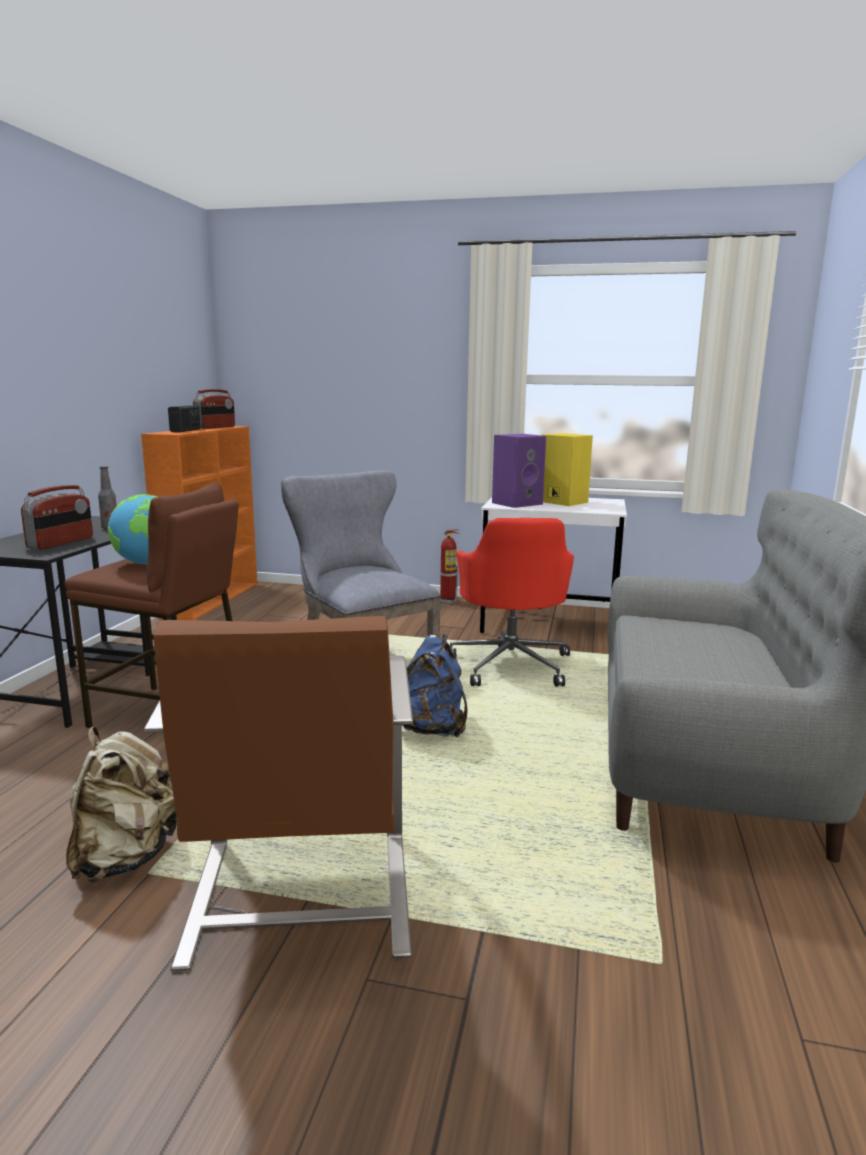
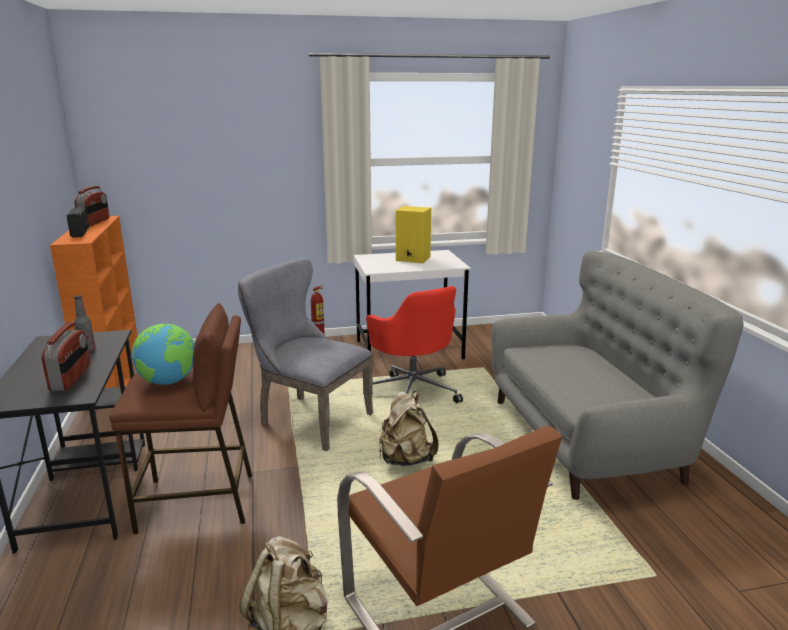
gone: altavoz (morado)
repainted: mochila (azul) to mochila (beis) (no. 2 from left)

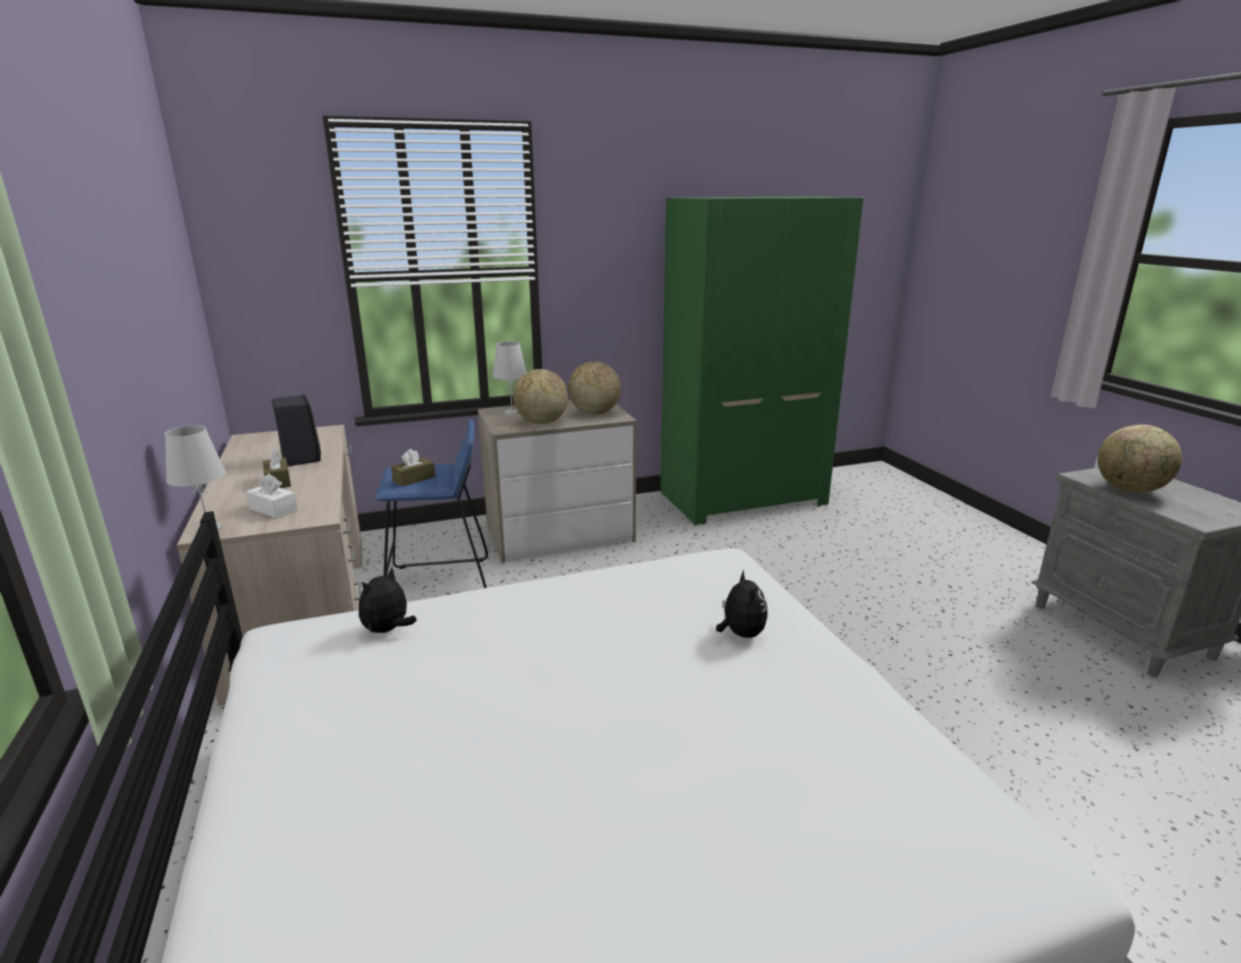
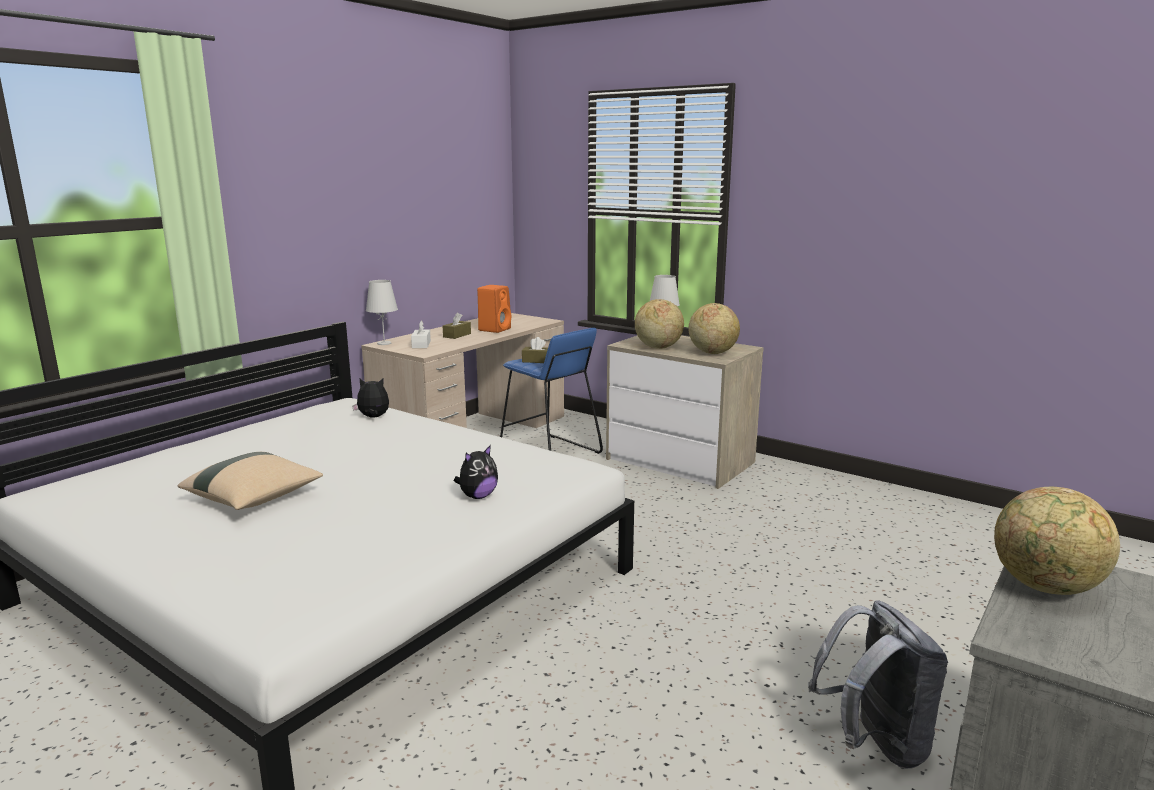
gone: armario ropero (verde)
new: cojín (beis); mochila (gris)
repainted: altavoz (negro) to altavoz (naranja)

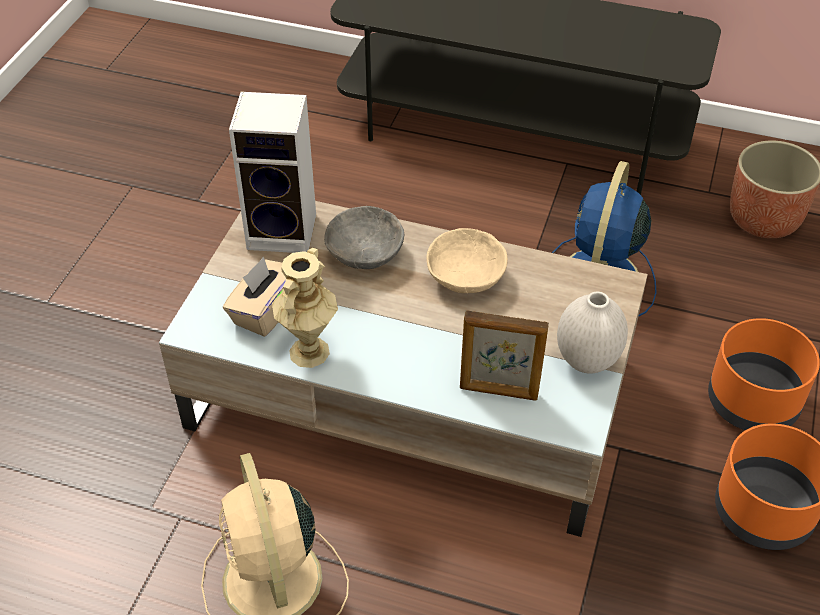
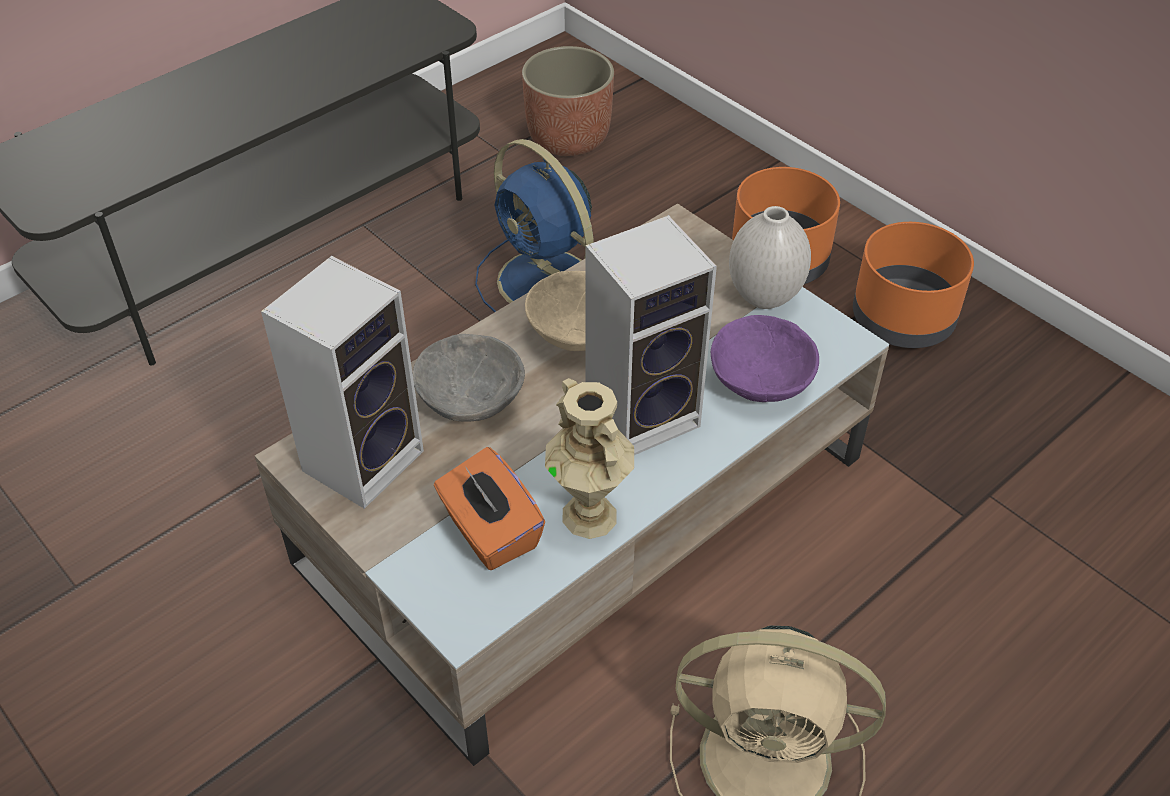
new: altavoz (no. 2 from left)
swapped: portarretratos to cuenco (morado)
repainted: caja de pañuelos (beis) to caja de pañuelos (naranja)

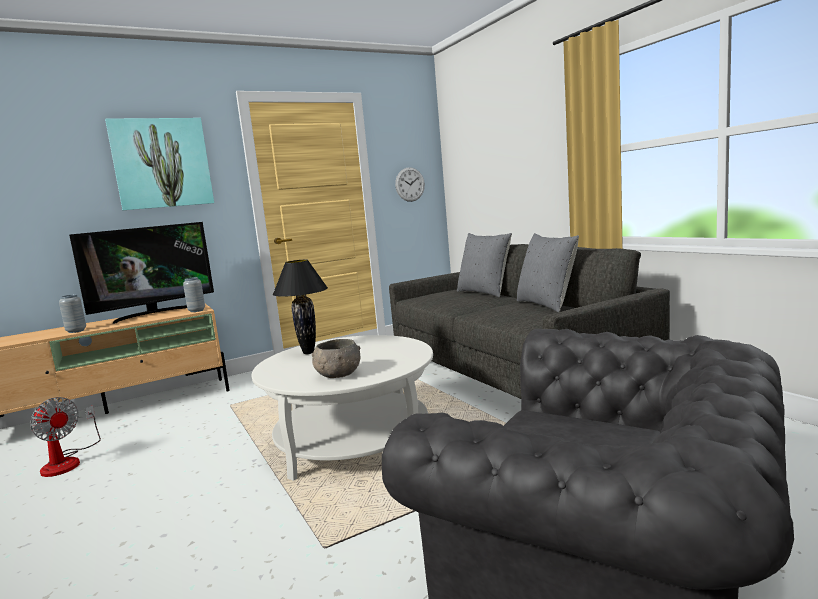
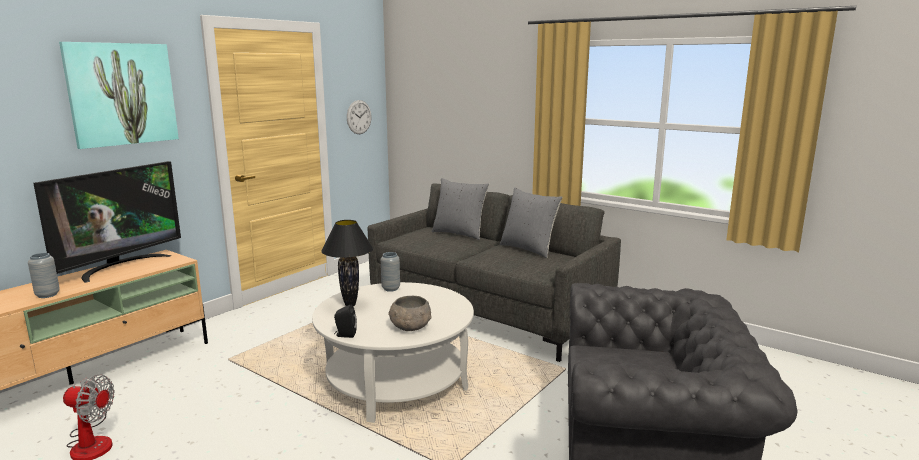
new: altavoz (negro)
shifted: florero (gris) (no. 2 from left)

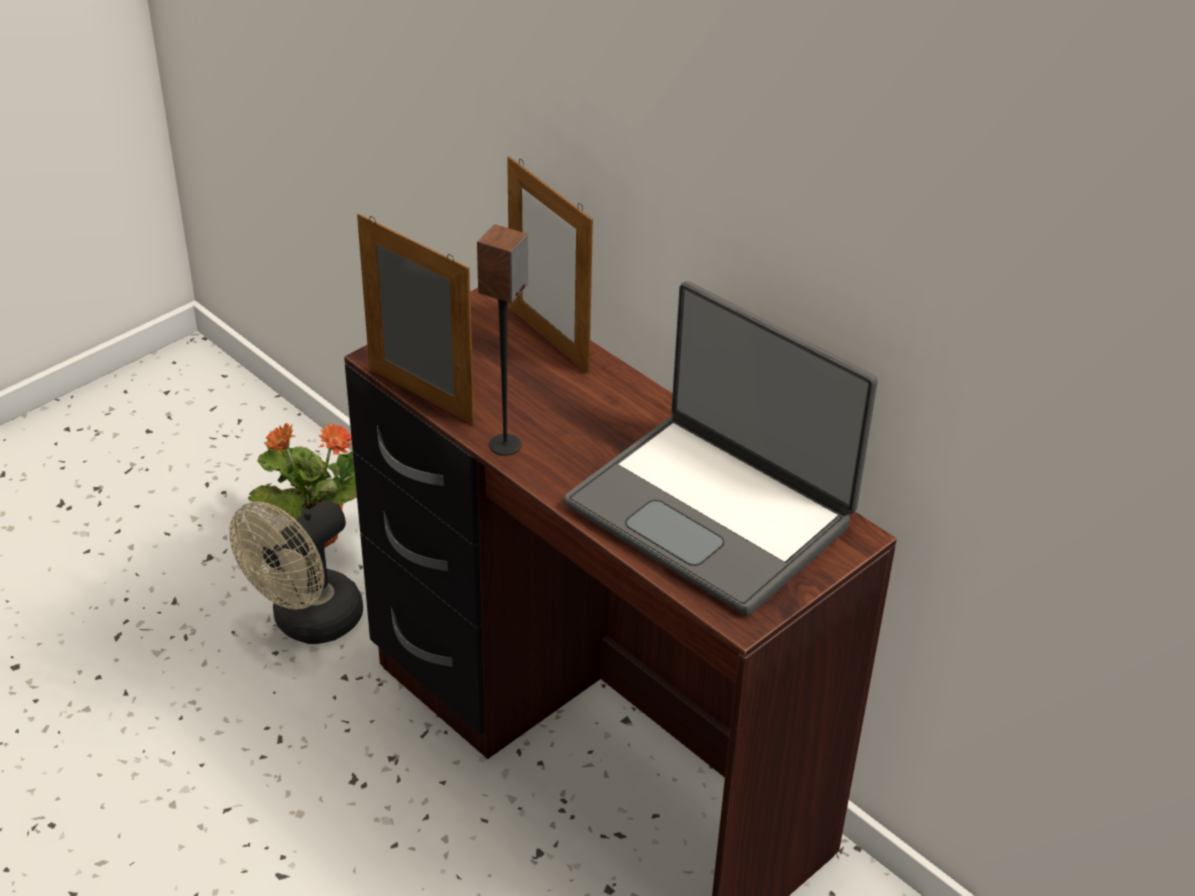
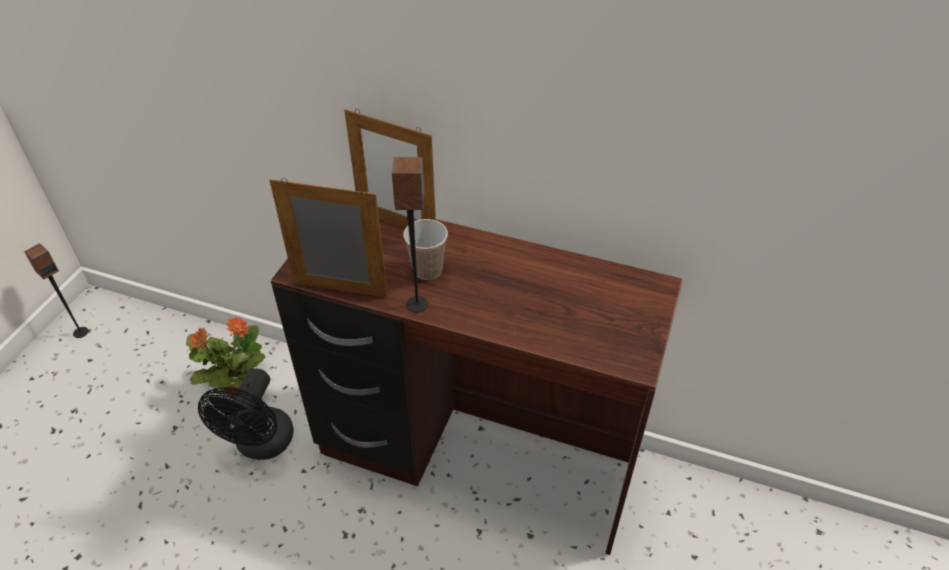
gone: portátil
new: altavoz (no. 1 from left); taza
repainted: ventilador (beis) to ventilador (negro)

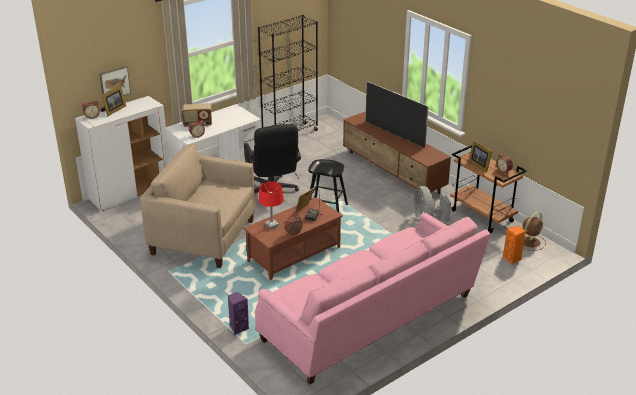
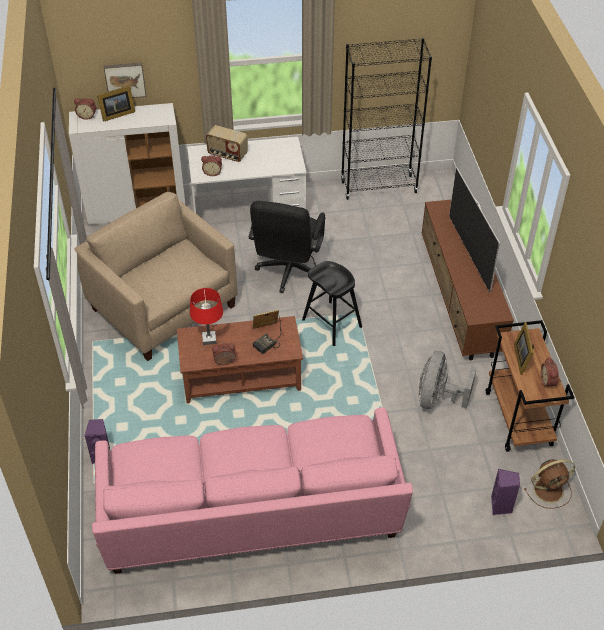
repainted: altavoz (naranja) to altavoz (morado) (no. 2 from left)

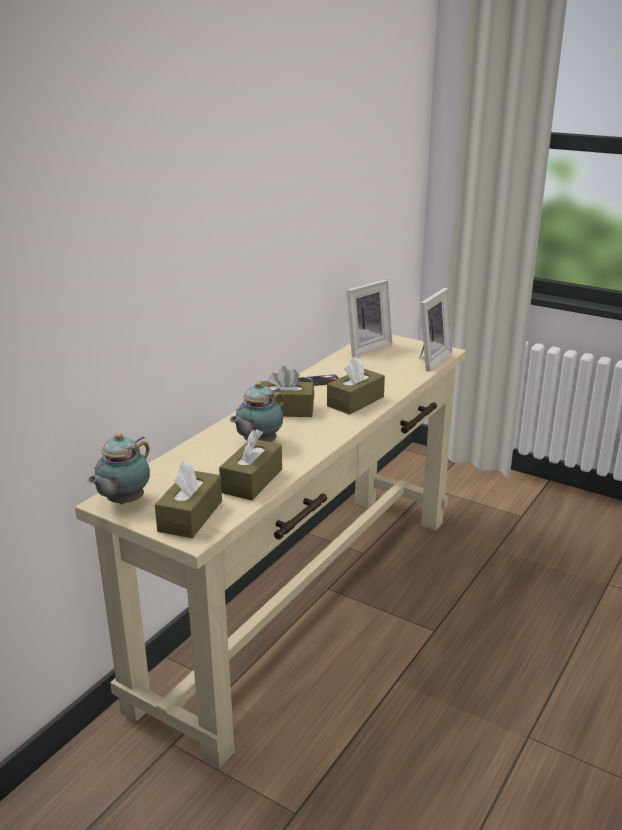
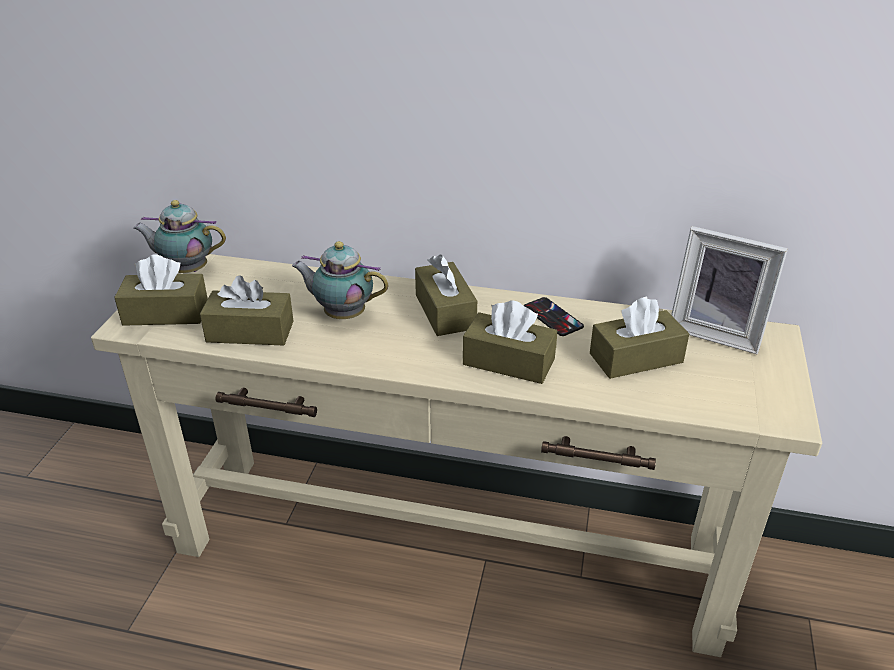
gone: portarretratos (no. 2 from left)
new: caja de pañuelos (marrón) (no. 5 from left)

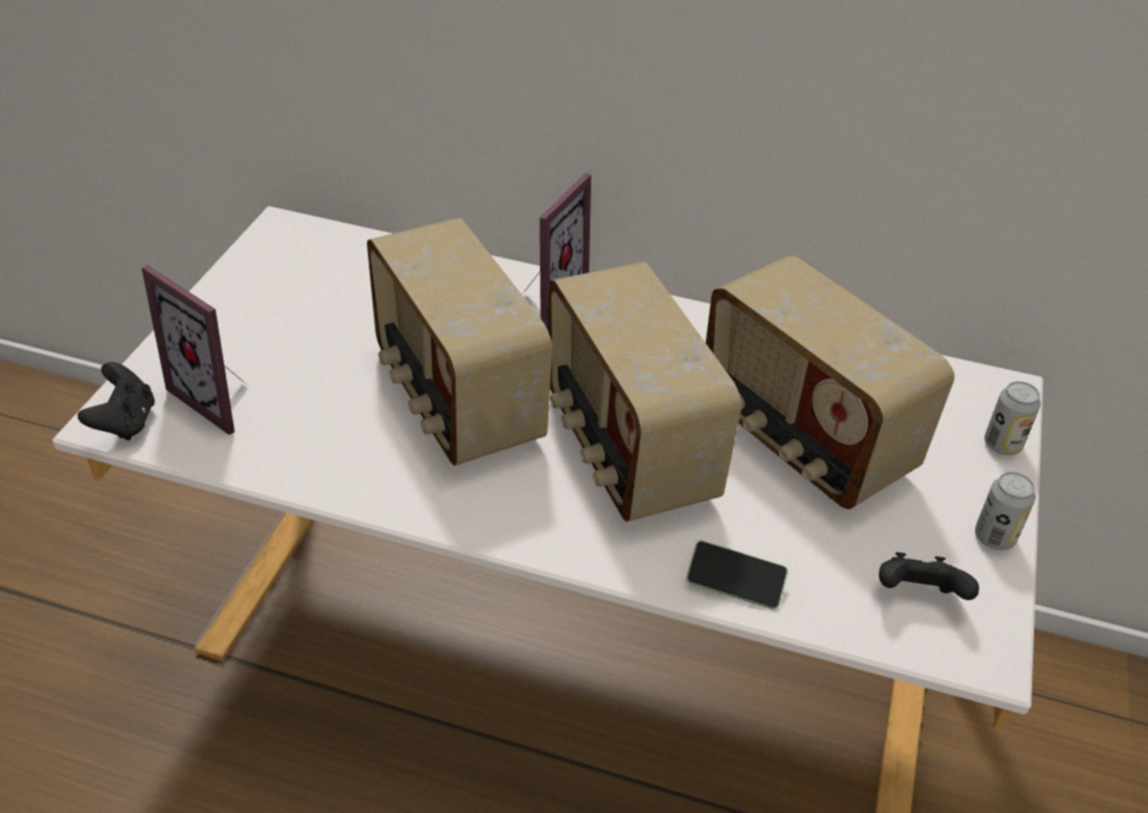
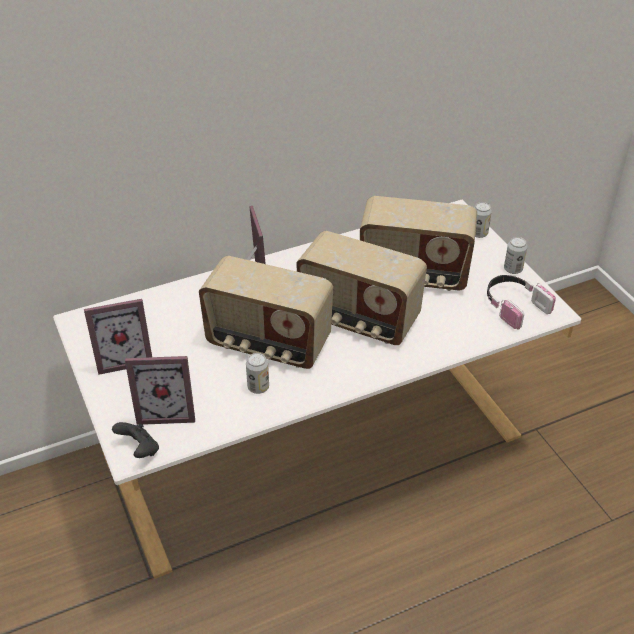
gone: móvil
new: portarretratos (no. 1 from left); lata (no. 1 from left)
swapped: mando de consola (negro) (no. 2 from left) to auriculares

